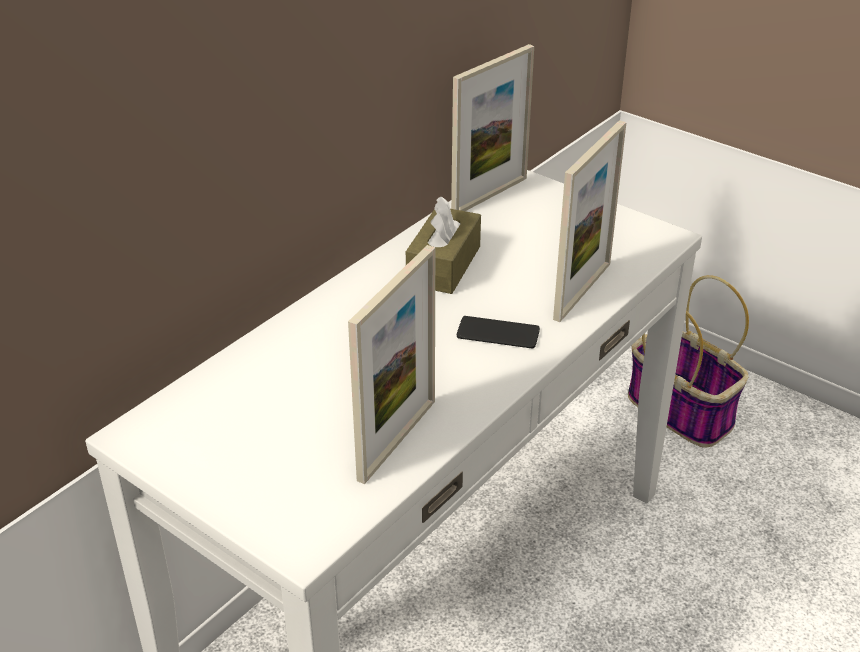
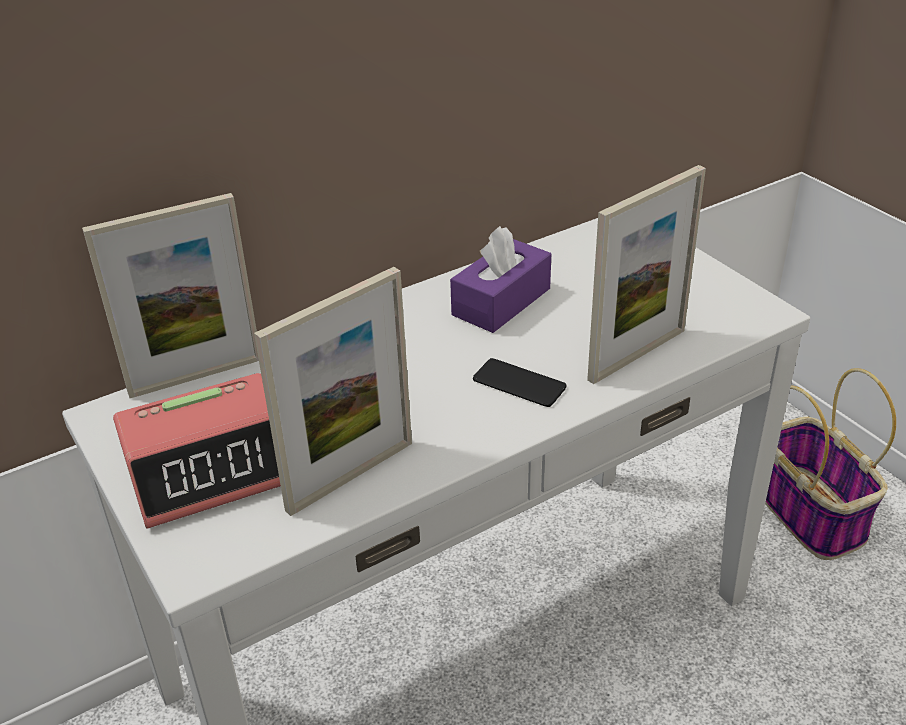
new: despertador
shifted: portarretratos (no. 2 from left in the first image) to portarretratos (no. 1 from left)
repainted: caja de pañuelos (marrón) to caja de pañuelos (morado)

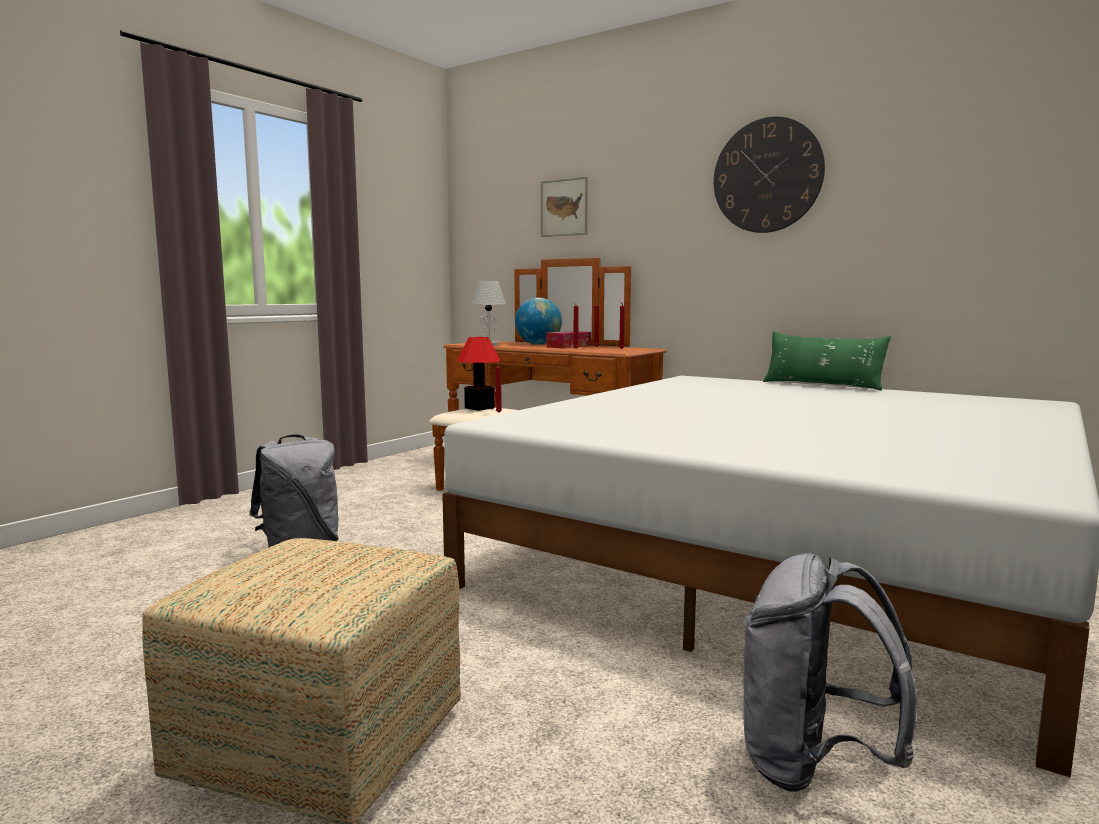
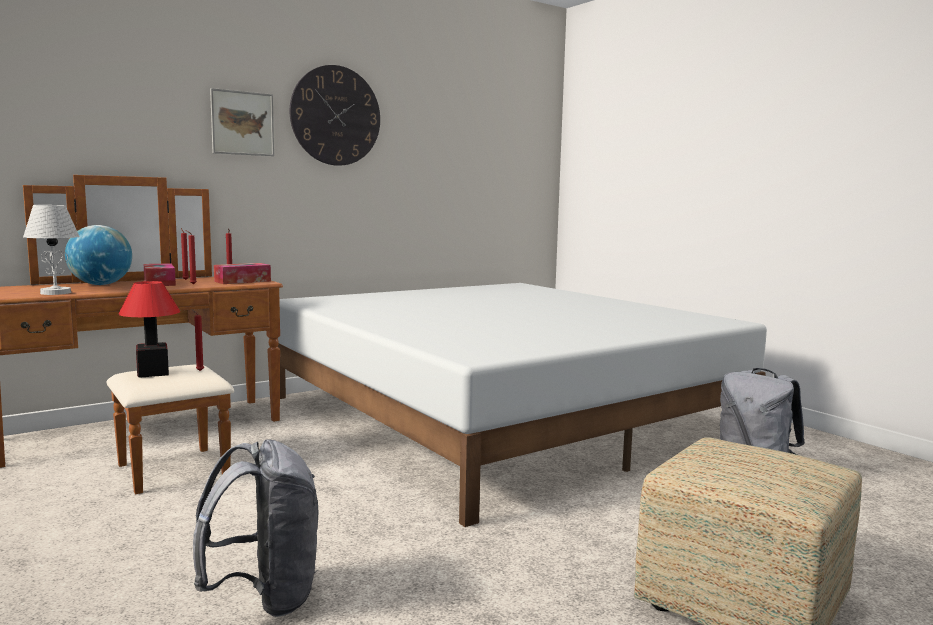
gone: cojín (verde)
new: caja de pañuelos (no. 2 from left)
shifted: cuadro

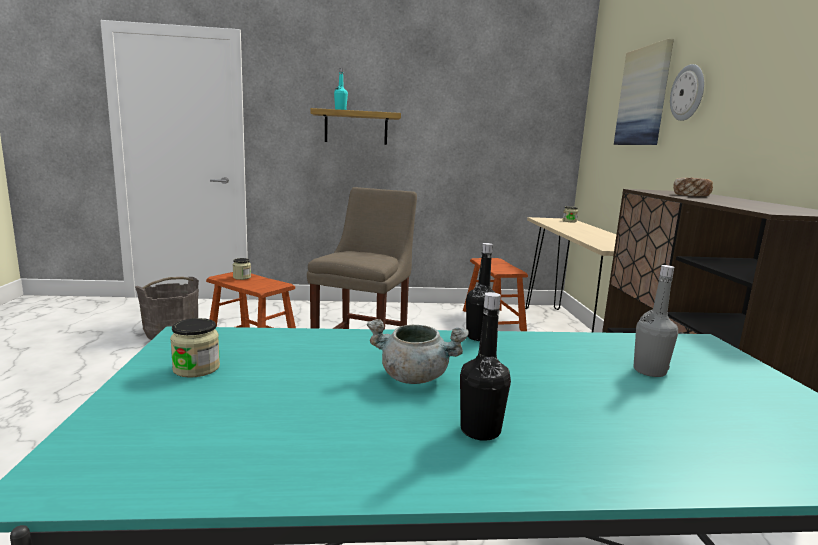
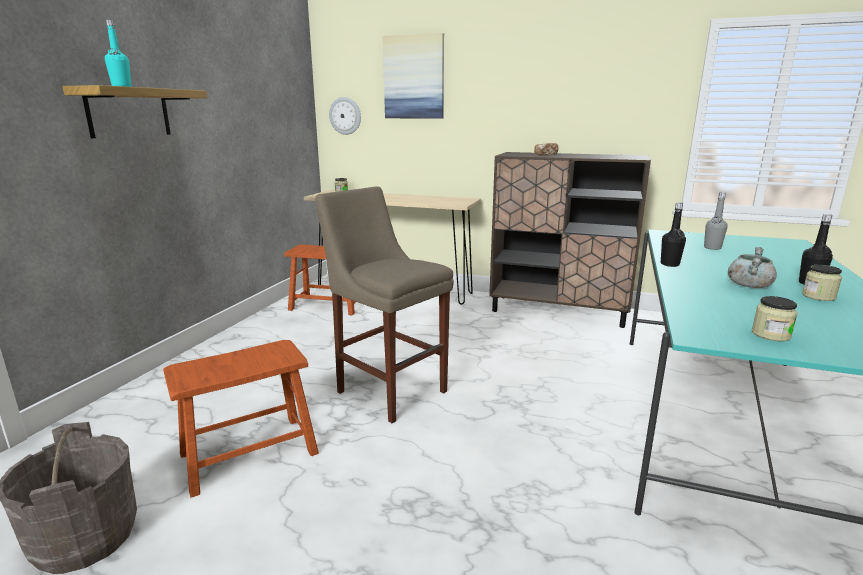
shifted: tarro (no. 2 from left in the first image) to tarro (no. 3 from left); reloj de pared

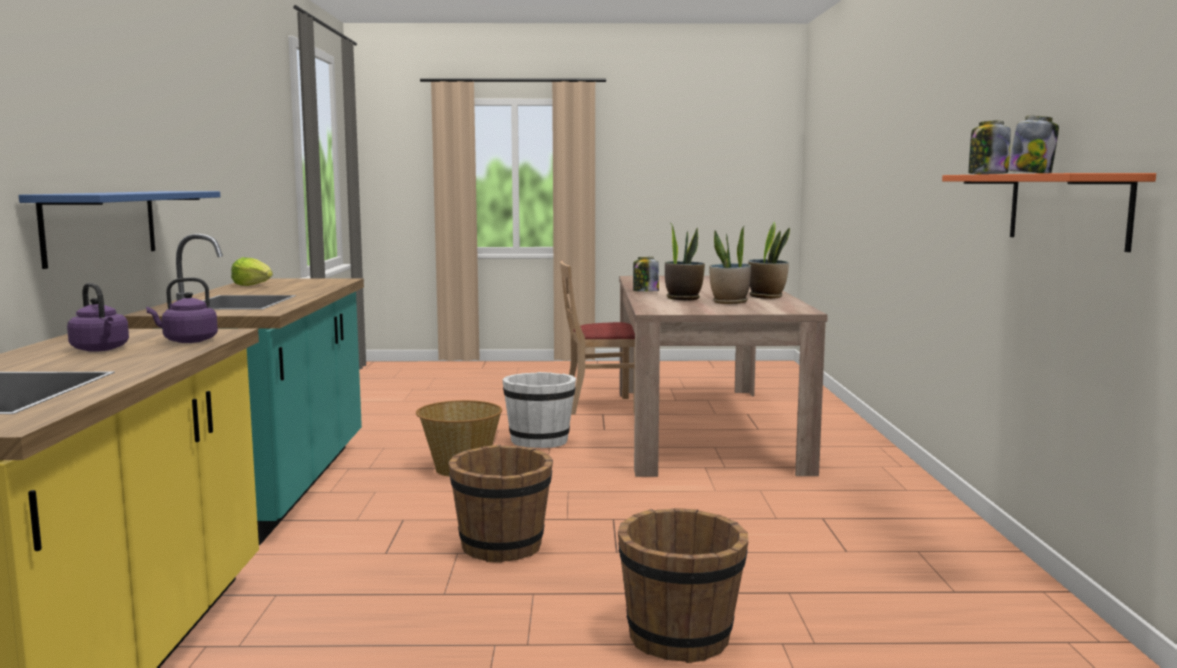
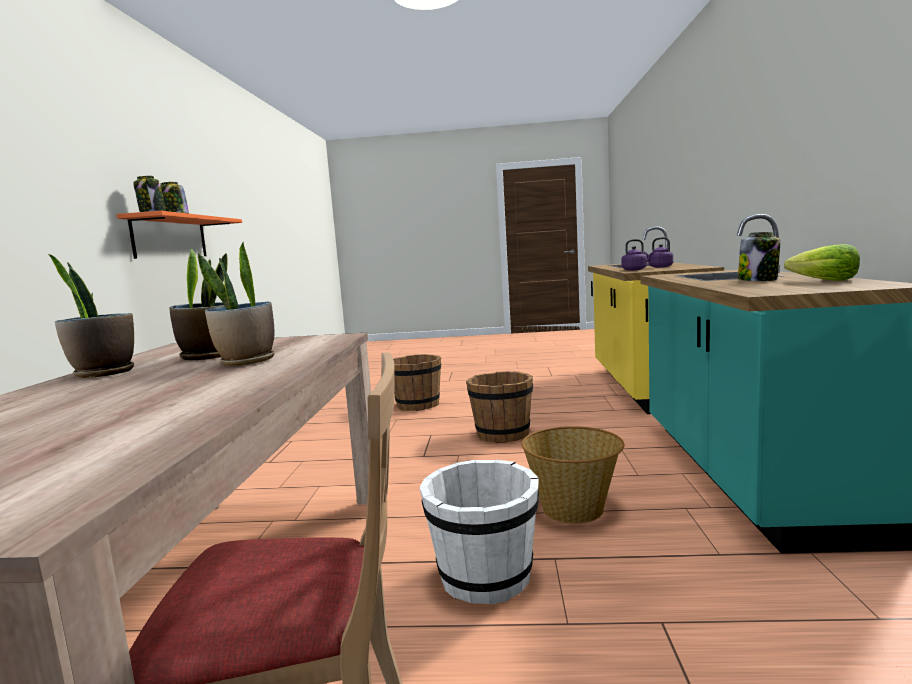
gone: estante (azul)
shifted: tarro (no. 1 from left in the first image) to tarro (no. 3 from left)

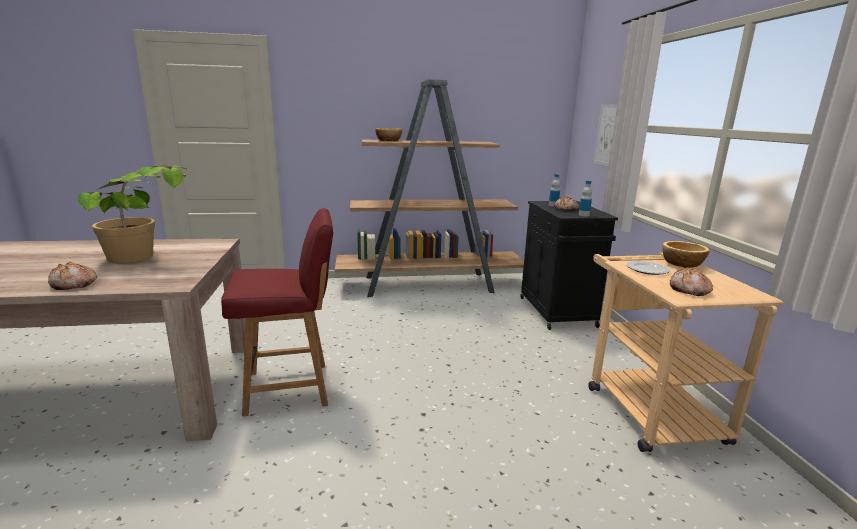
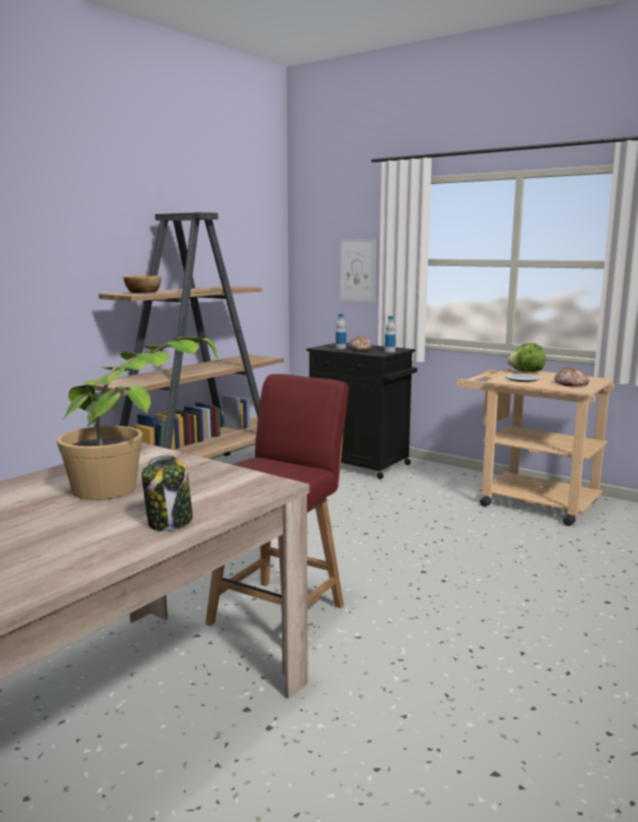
swapped: pan (no. 1 from left) to tarro; cuenco (no. 2 from left) to lechuga

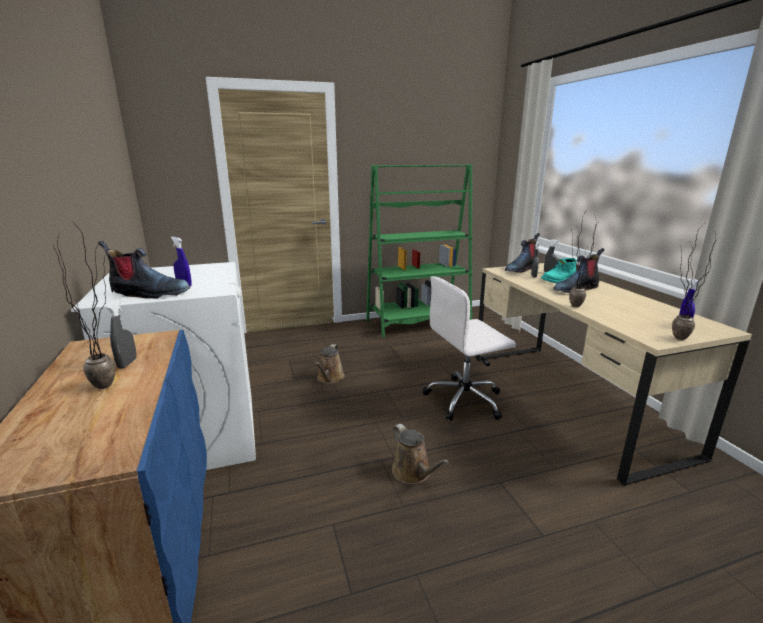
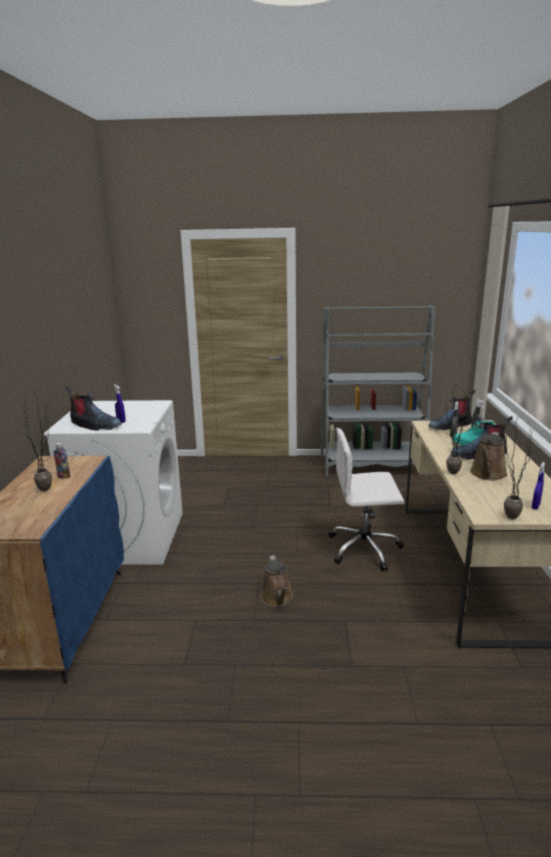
shifted: regadera (marrón) (no. 1 from left in the first image) to regadera (marrón) (no. 2 from left)
swapped: pulverizador (gris) (no. 1 from left) to botella
repainted: estantería (verde) to estantería (gris)

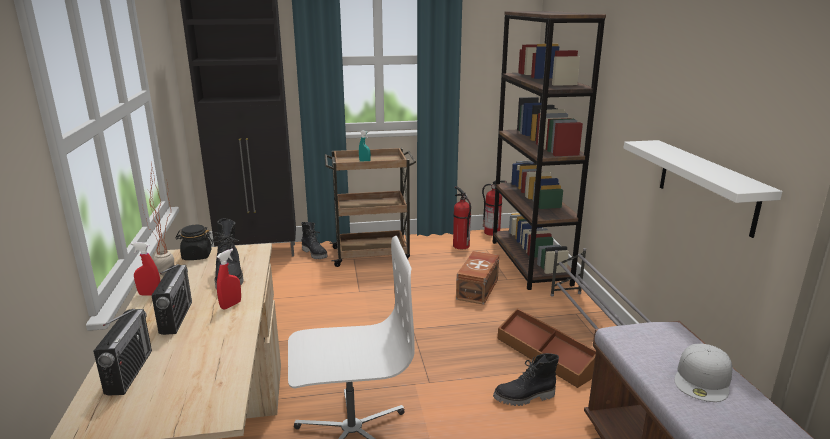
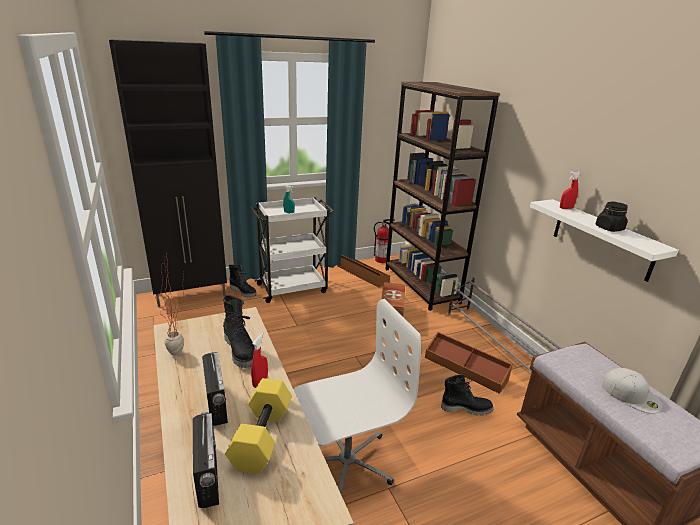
new: mancuerna (amarillo)
shifted: pulverizador (rojo) (no. 1 from left in the first image) to pulverizador (rojo) (no. 2 from left); tarro (negro)
swapped: extintor (no. 1 from left) to caja de almacenaje (marrón) (no. 1 from left)
repainted: carrito (marrón) to carrito (blanco)
rotated: bota (negro) (no. 3 from left) 150 degrees counterclockwise; gorra (blanco) 60 degrees counterclockwise

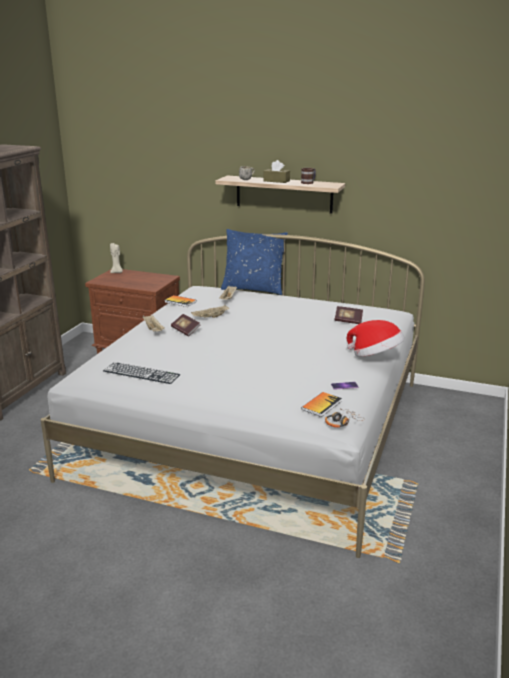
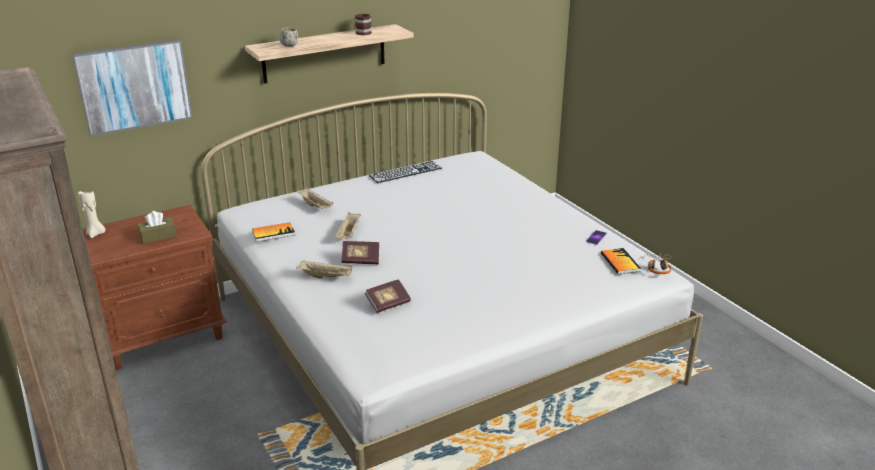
gone: cojín (azul); sombrero
new: cuadro
shifted: teclado; caja de pañuelos (marrón); libro (no. 4 from left in the first image) to libro (no. 3 from left)

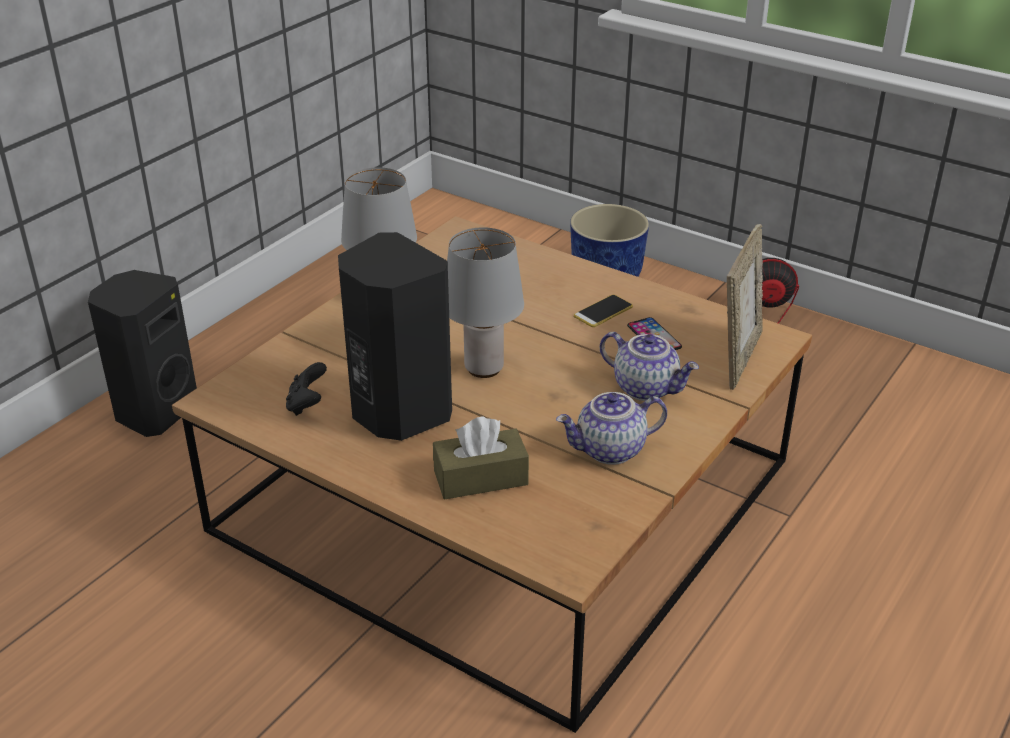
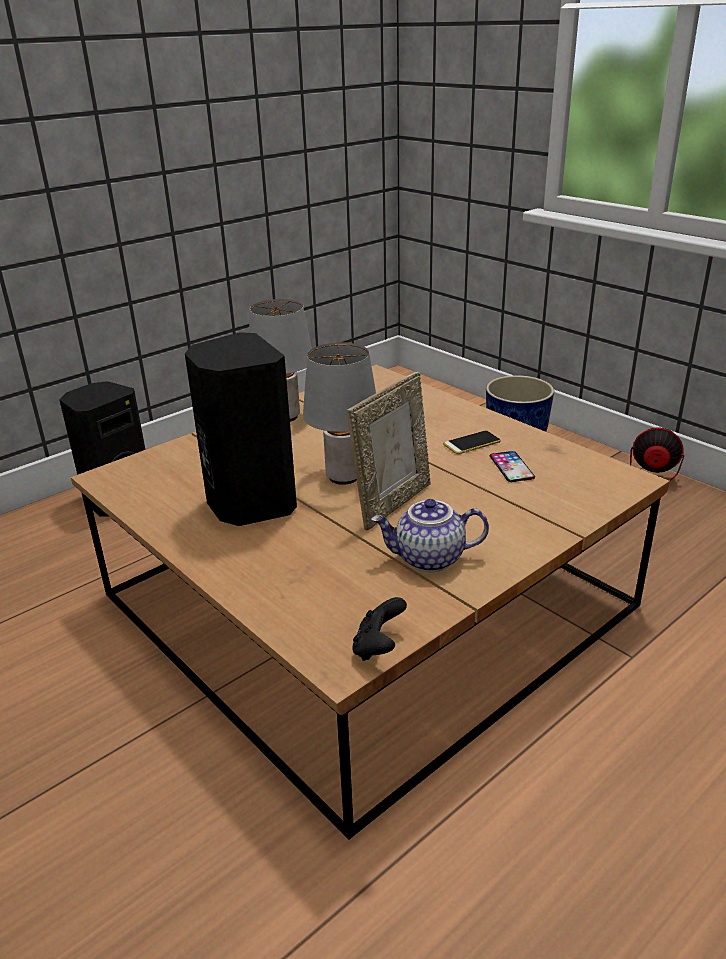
gone: caja de pañuelos (marrón); tetera (no. 2 from left)
shifted: mando de consola (negro); portarretratos

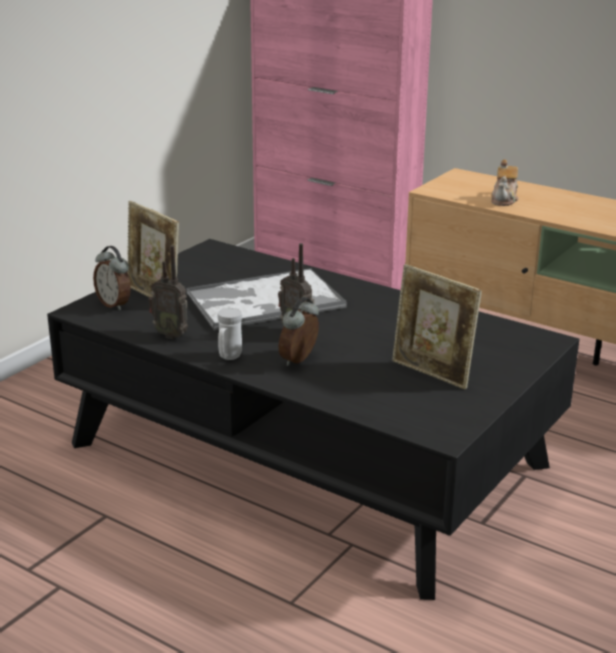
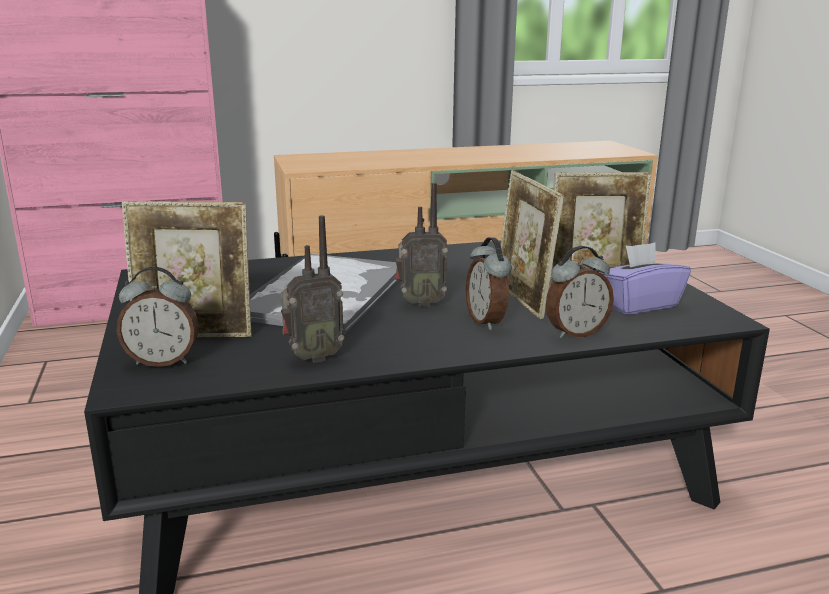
gone: taza grande (blanco); tetera
new: portarretratos (no. 2 from left); despertador (no. 3 from left); caja de pañuelos (morado)

